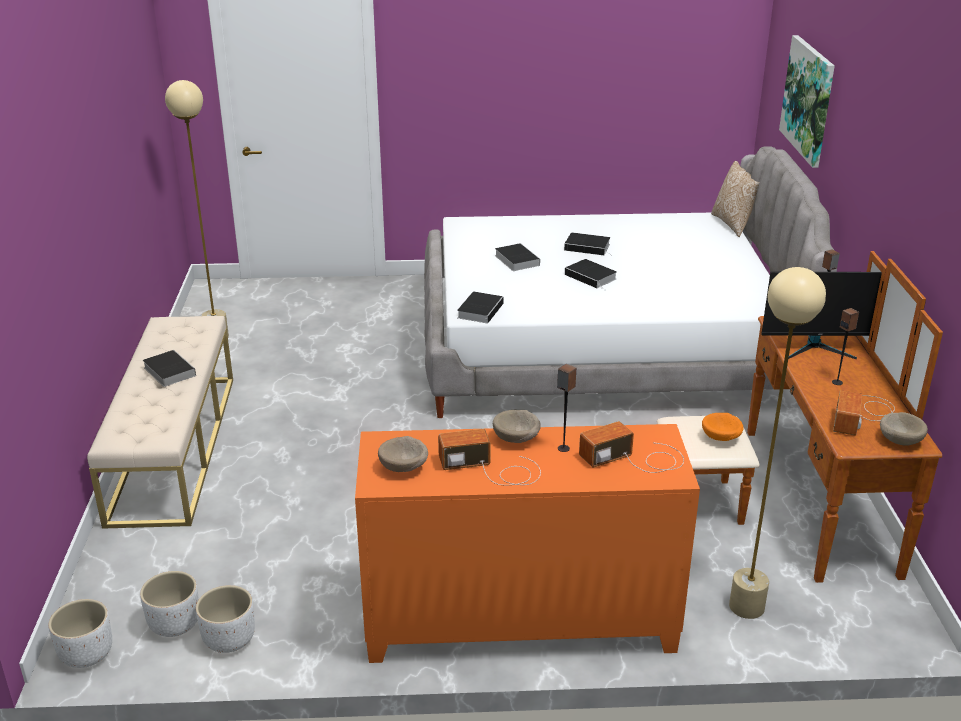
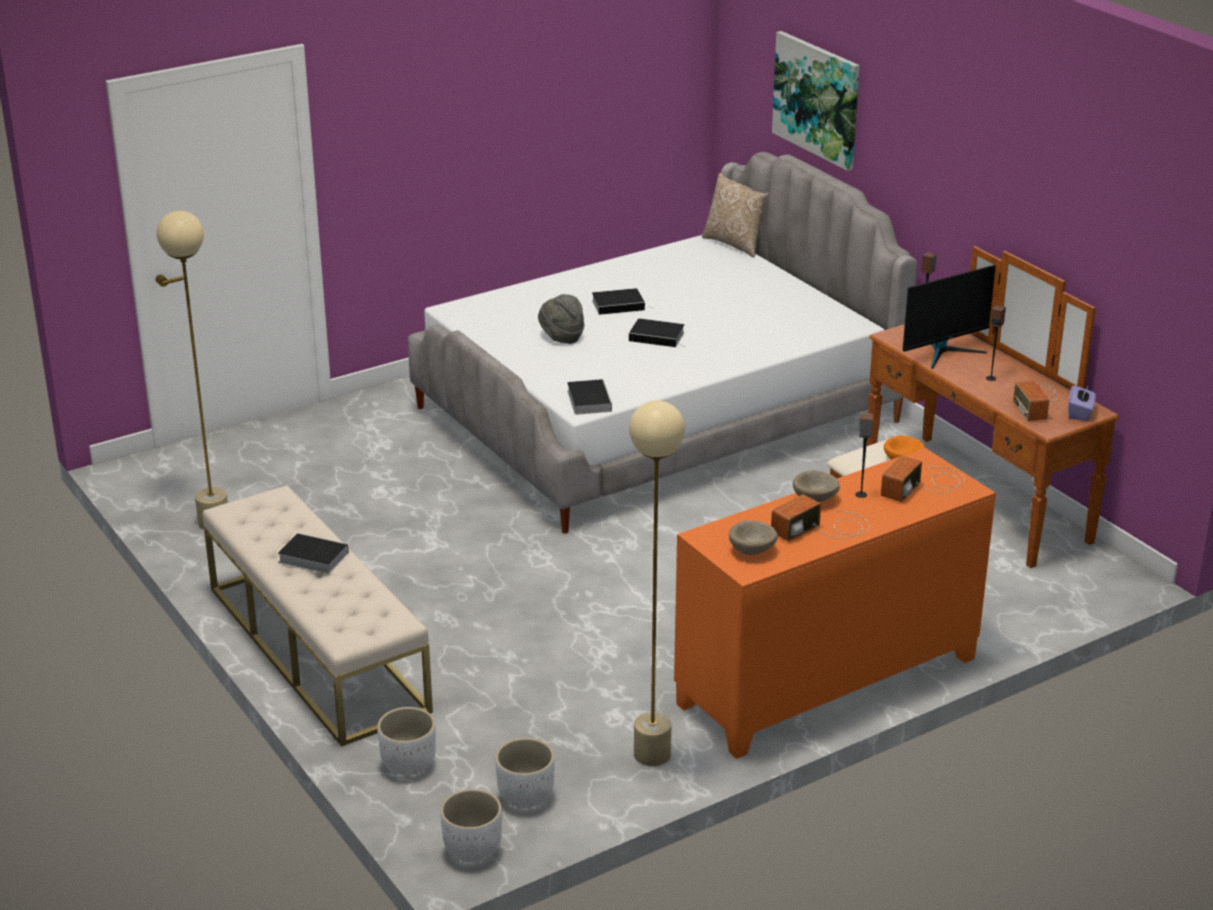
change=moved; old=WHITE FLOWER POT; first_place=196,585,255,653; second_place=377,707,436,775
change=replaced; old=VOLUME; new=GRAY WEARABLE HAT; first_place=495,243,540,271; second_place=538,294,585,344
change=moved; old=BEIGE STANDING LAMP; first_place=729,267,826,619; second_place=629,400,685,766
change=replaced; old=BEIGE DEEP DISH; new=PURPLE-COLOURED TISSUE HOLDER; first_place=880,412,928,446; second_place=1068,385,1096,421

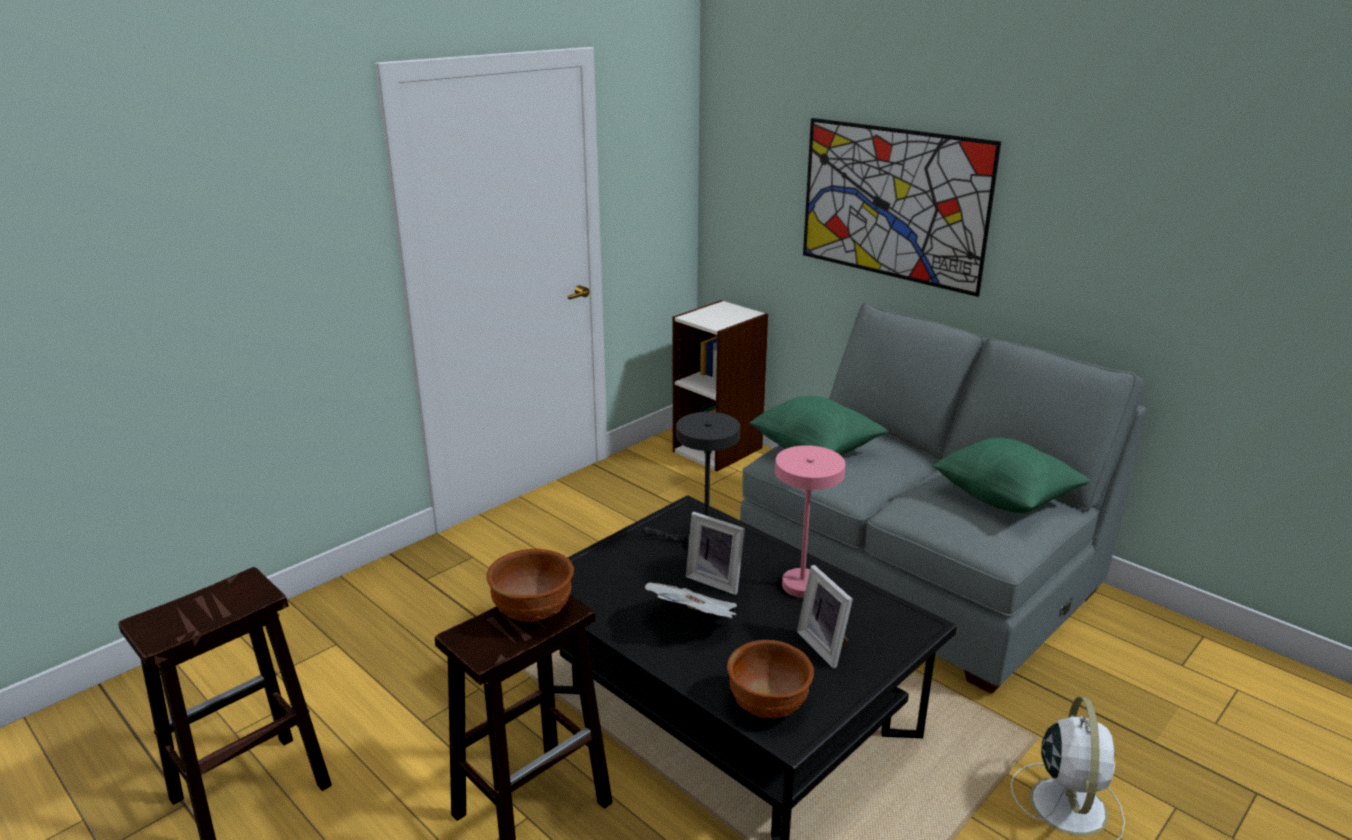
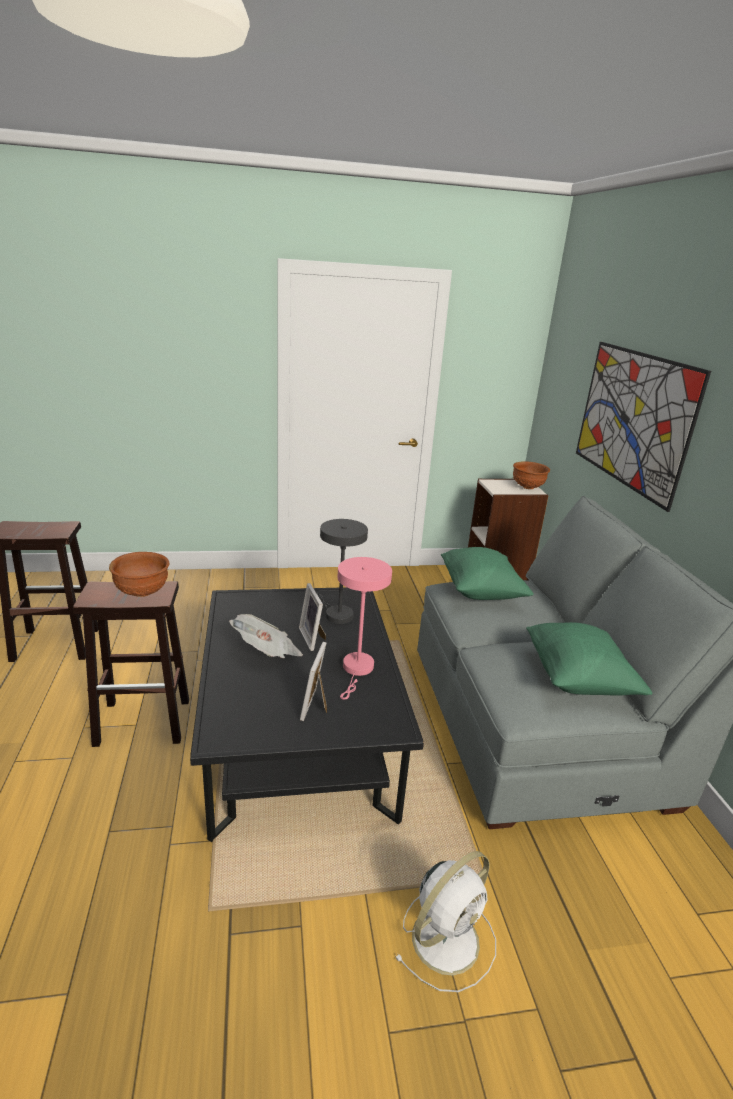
change=moved; old=BROWNISH DEEP DISH; first_place=727,640,814,719; second_place=513,461,550,489

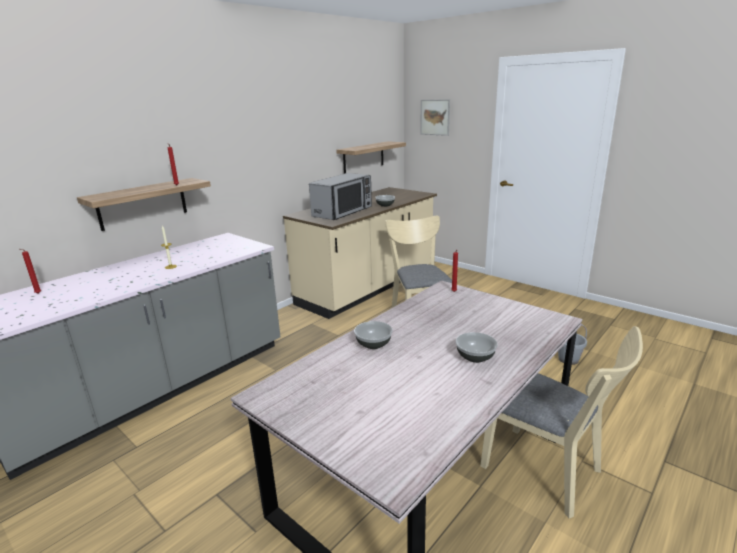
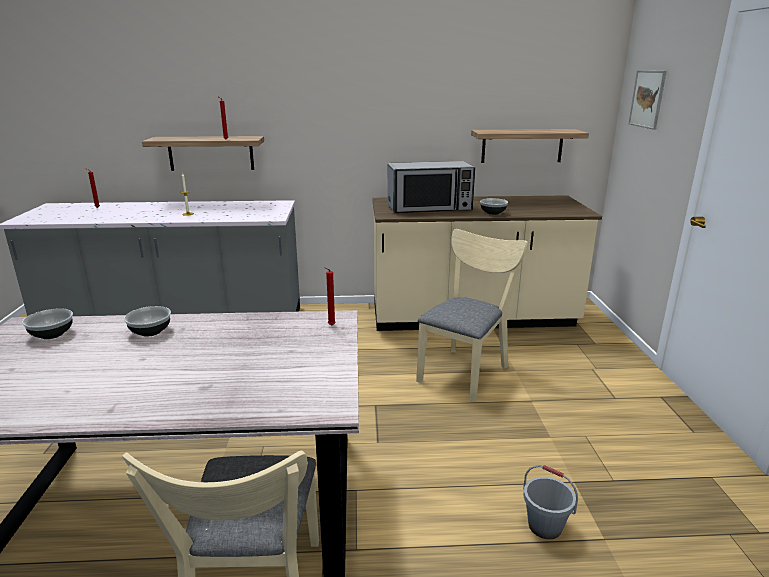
change=moved; old=DEEP DISH; first_place=456,332,498,363; second_place=22,308,73,339

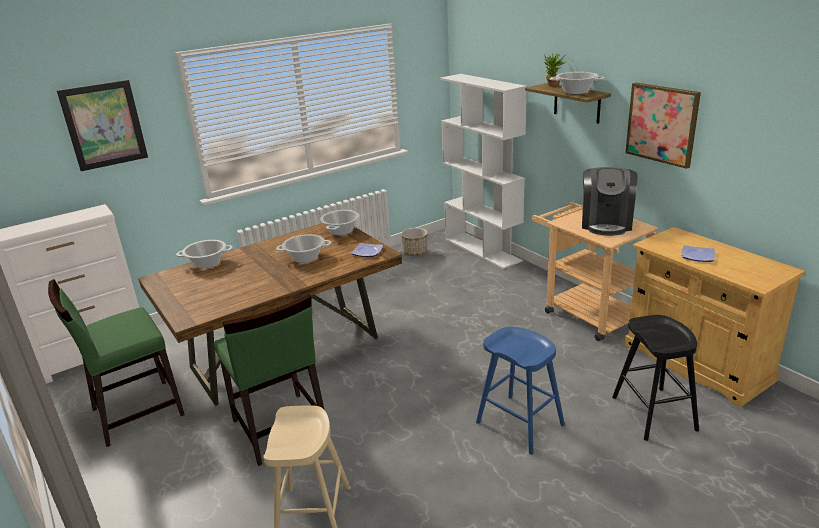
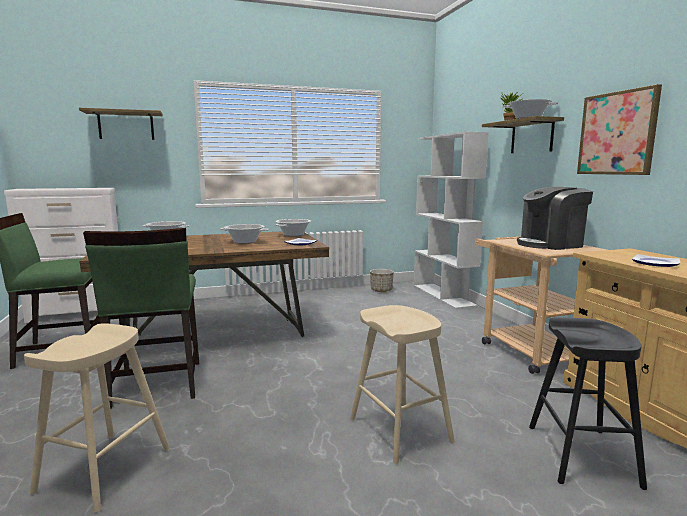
change=replaced; old=WALL PICTURE; new=BRACKET SHELF; first_place=57,80,148,171; second_place=79,108,163,140
change=recoloured; old=BLUISH SITTING STOOL; new=BEIGE SITTING STOOL; first_place=476,327,565,455; second_place=350,305,455,464
change=turned; old=COFFEE MAKER; first_place=582,167,638,236; second_place=517,187,593,250; degrees=45

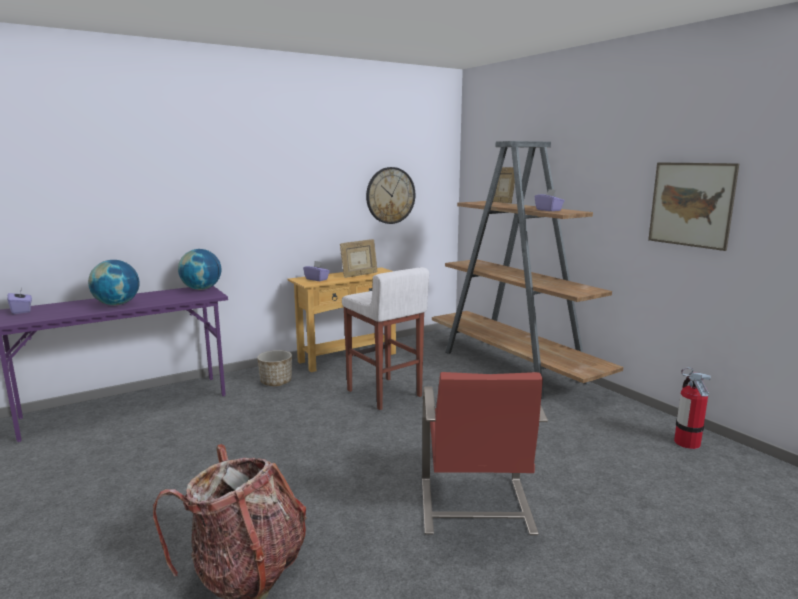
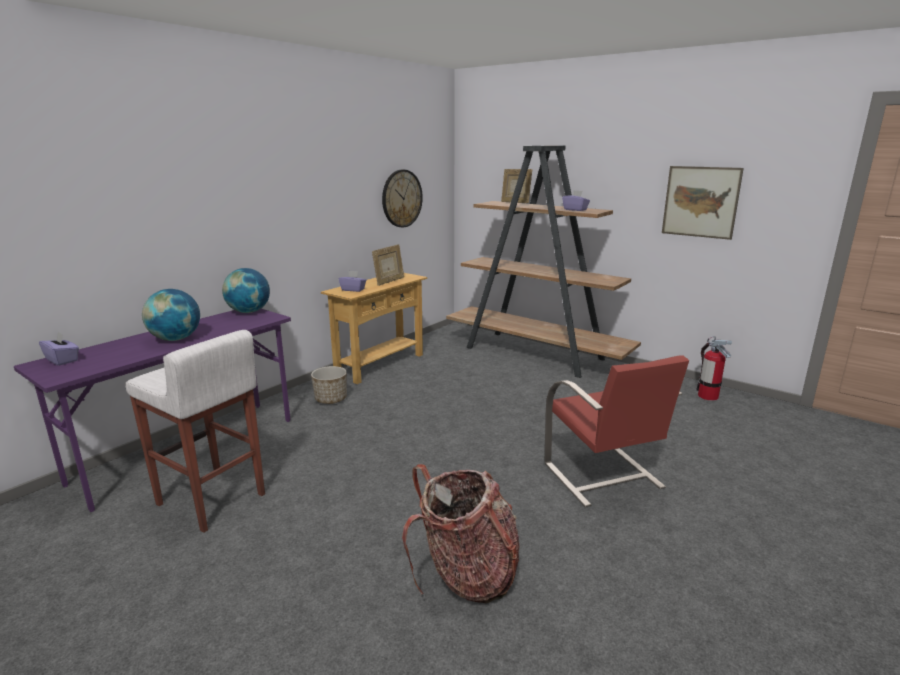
change=moved; old=WHITE SITTING STOOL; first_place=342,267,429,410; second_place=125,330,265,533

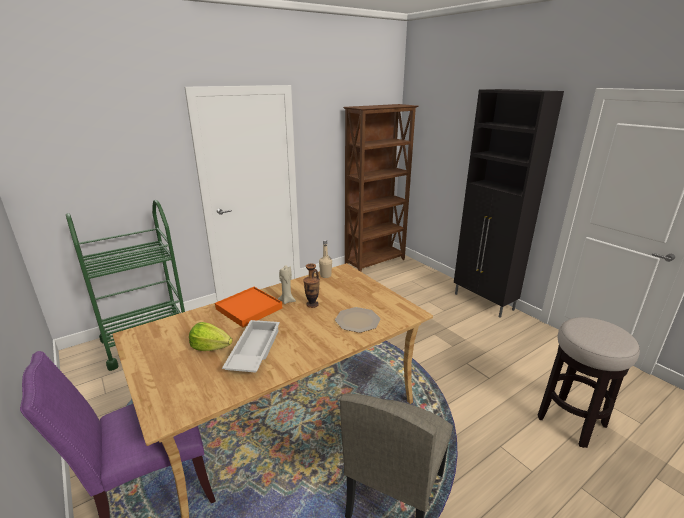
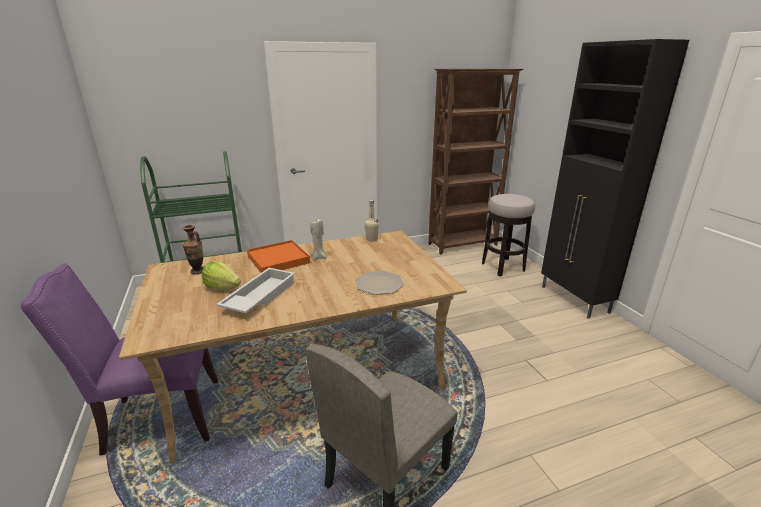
change=moved; old=DECORATIVE VASE; first_place=303,263,320,308; second_place=182,225,203,275
change=moved; old=SITTING STOOL; first_place=538,317,640,448; second_place=482,194,535,276

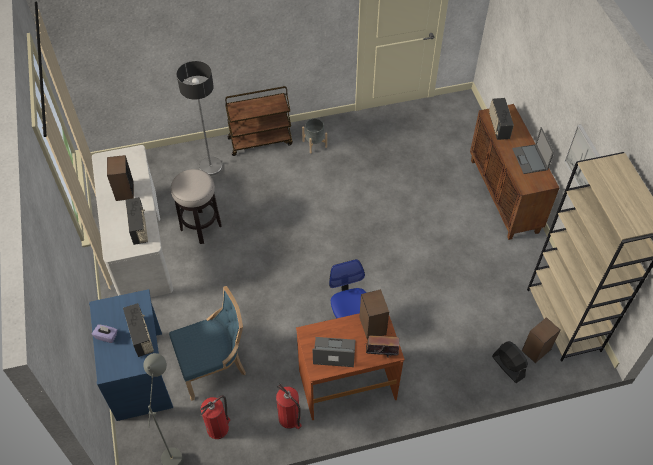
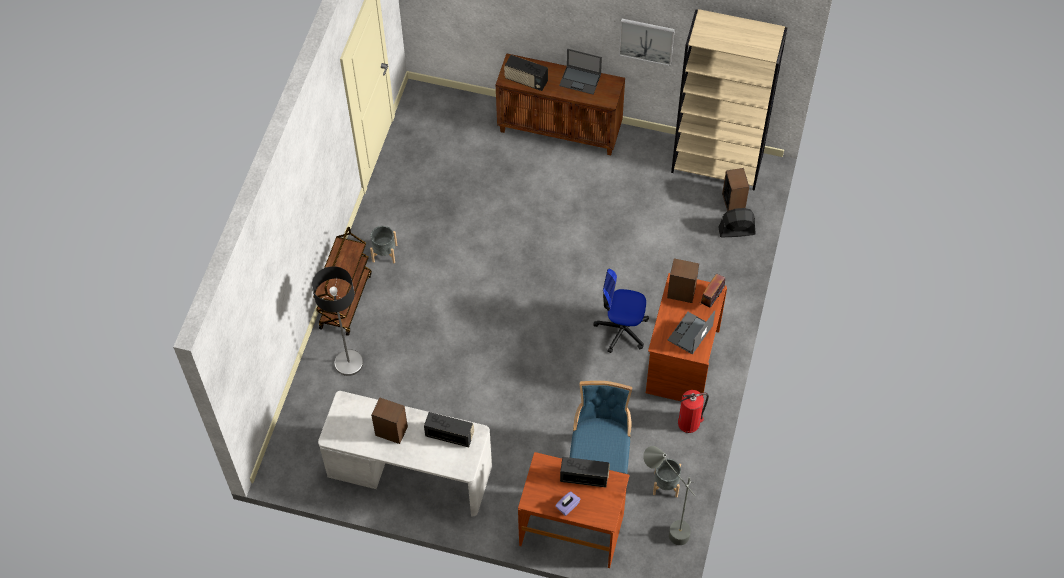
change=recoloured; old=BLUISH DESK UNIT; new=BROWNISH DESK UNIT; first_place=89,289,173,421; second_place=518,452,630,568
change=removed; old=SITTING STOOL; first_place=171,169,222,244
change=replaced; old=FIRE-FIGHTING CYLINDER; new=GRAY FLOWER POT; first_place=200,395,230,439; second_place=653,459,681,498

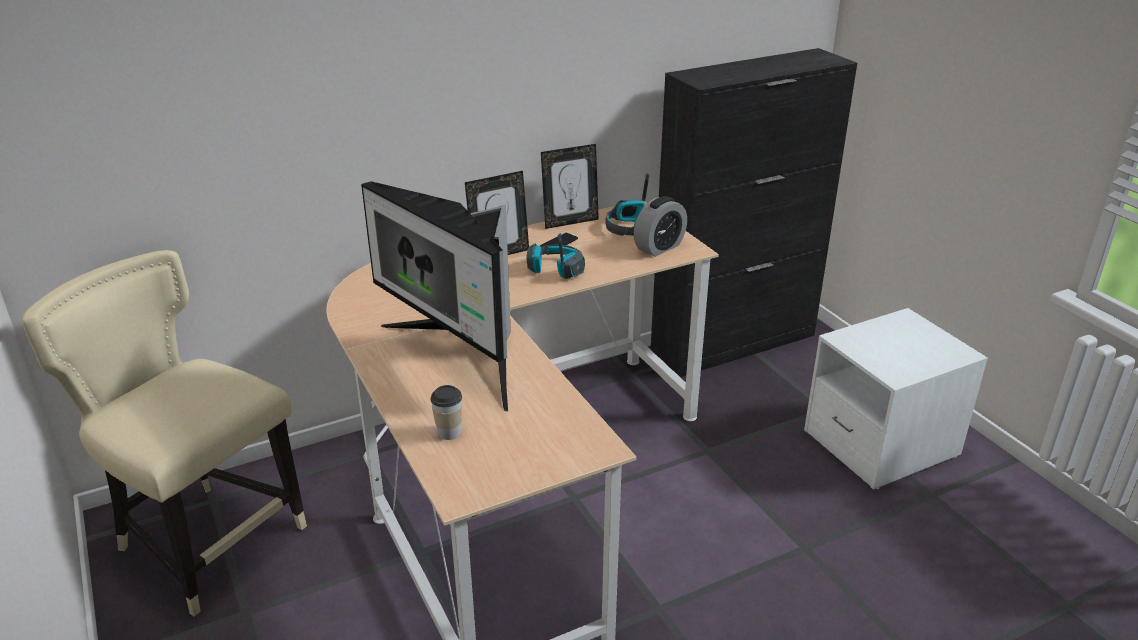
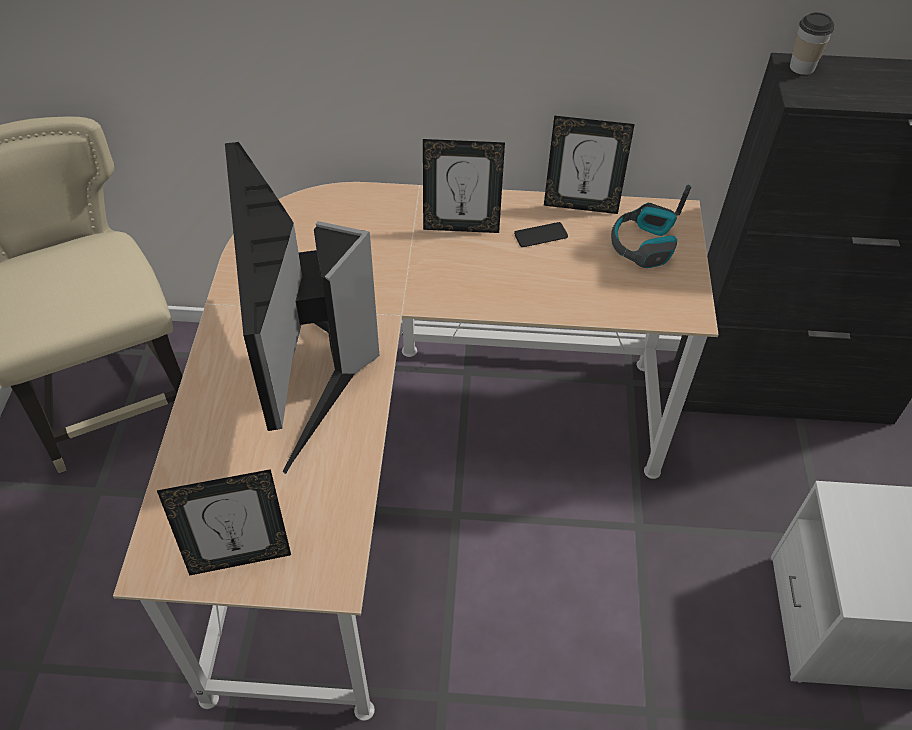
change=moved; old=DRINKING CUP; first_place=430,385,462,440; second_place=790,12,834,75
change=removed; old=PAIR OF HEADPHONES; first_place=526,233,585,279
change=removed; old=BEDSIDE CLOCK; first_place=634,196,687,257
change=added; new=STANDING FRAME; second_place=157,469,291,576

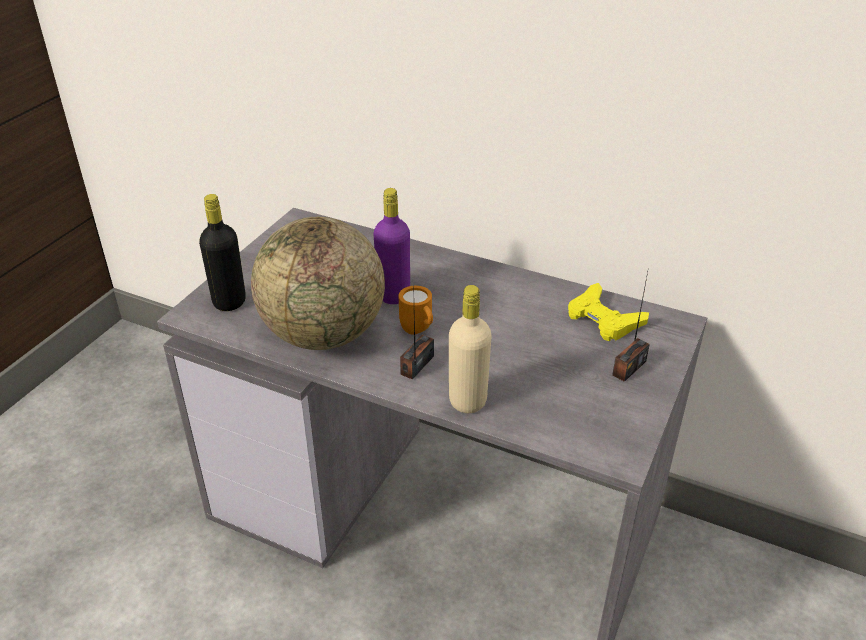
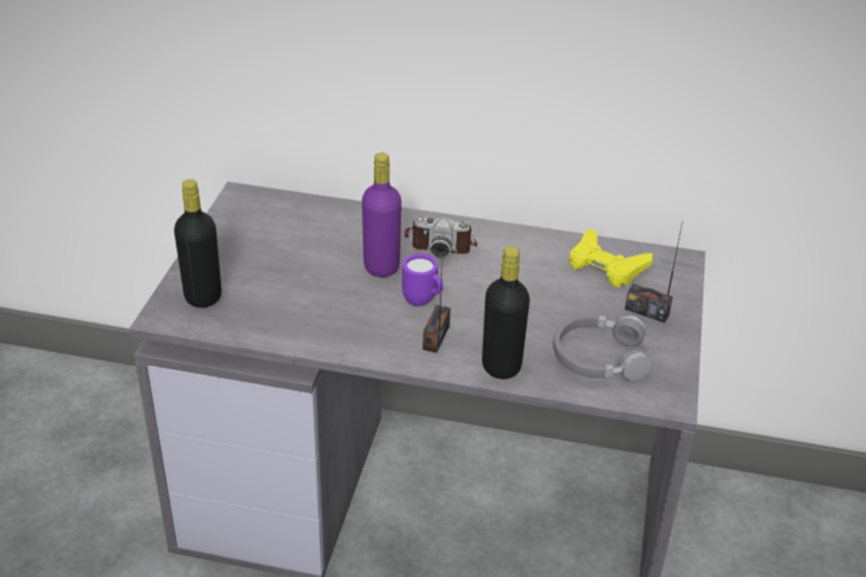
change=removed; old=WORLD GLOBE; first_place=251,217,385,350
change=recoloured; old=ORANGEY TEA MUG; new=PURPLE-COLOURED TEA MUG; first_place=399,286,433,334; second_place=402,254,443,306
change=recoloured; old=BEIGE BEVERAGE BOTTLE; new=BLACK BEVERAGE BOTTLE; first_place=449,285,492,413; second_place=482,246,530,379
change=turned; old=RADIO RECEIVER; first_place=612,272,650,382; second_place=625,220,683,323; degrees=90
change=added; new=STILL CAMERA; second_place=404,216,477,258
change=added; new=GRAY PAIR OF HEADPHONES; second_place=553,315,652,381

